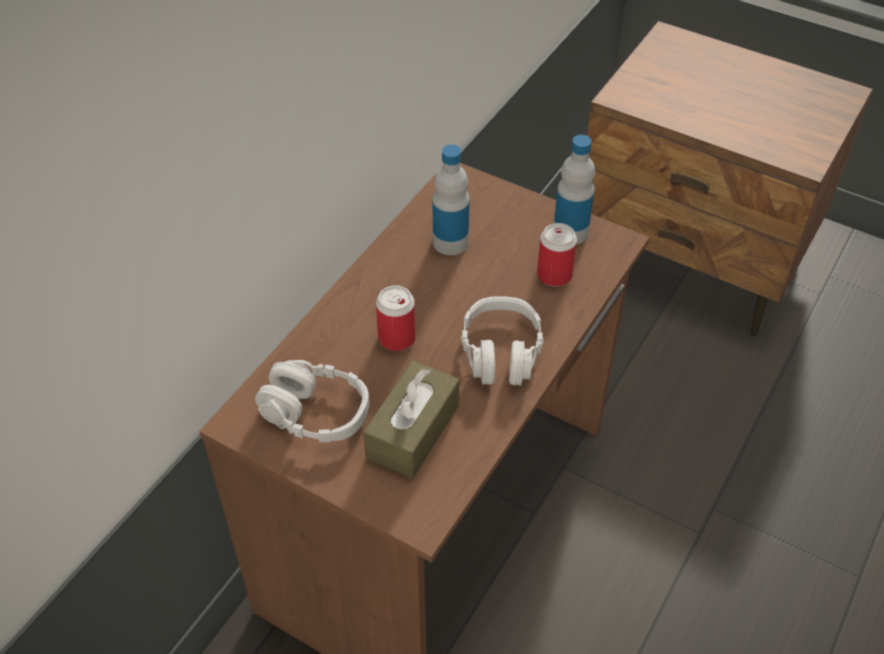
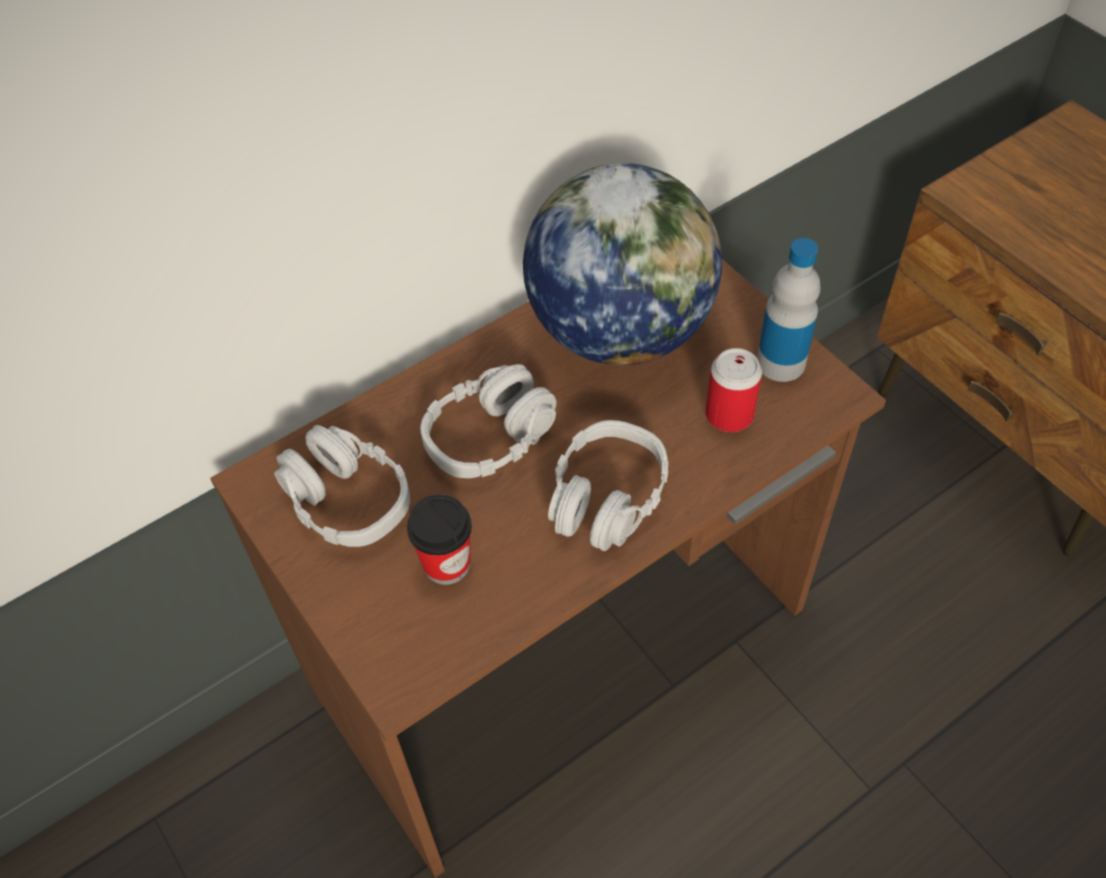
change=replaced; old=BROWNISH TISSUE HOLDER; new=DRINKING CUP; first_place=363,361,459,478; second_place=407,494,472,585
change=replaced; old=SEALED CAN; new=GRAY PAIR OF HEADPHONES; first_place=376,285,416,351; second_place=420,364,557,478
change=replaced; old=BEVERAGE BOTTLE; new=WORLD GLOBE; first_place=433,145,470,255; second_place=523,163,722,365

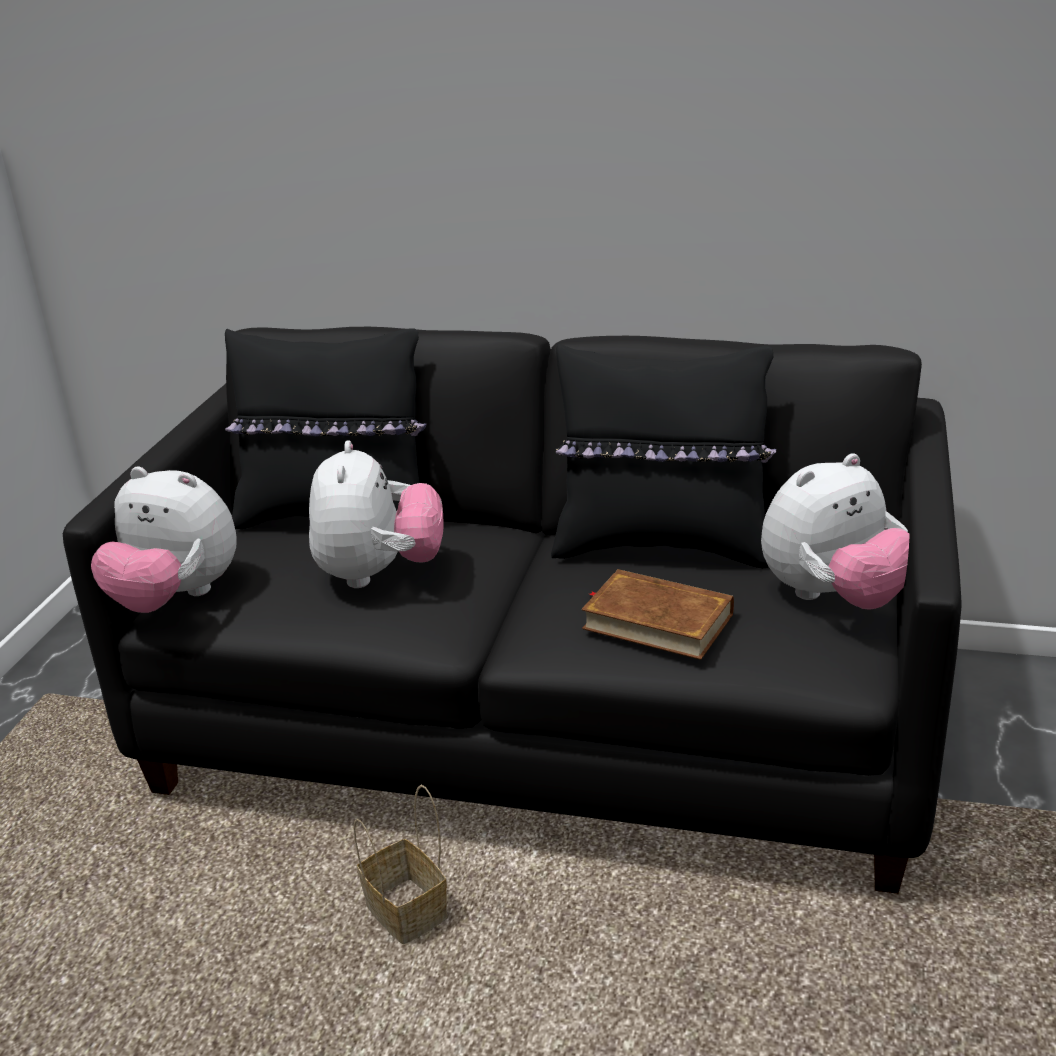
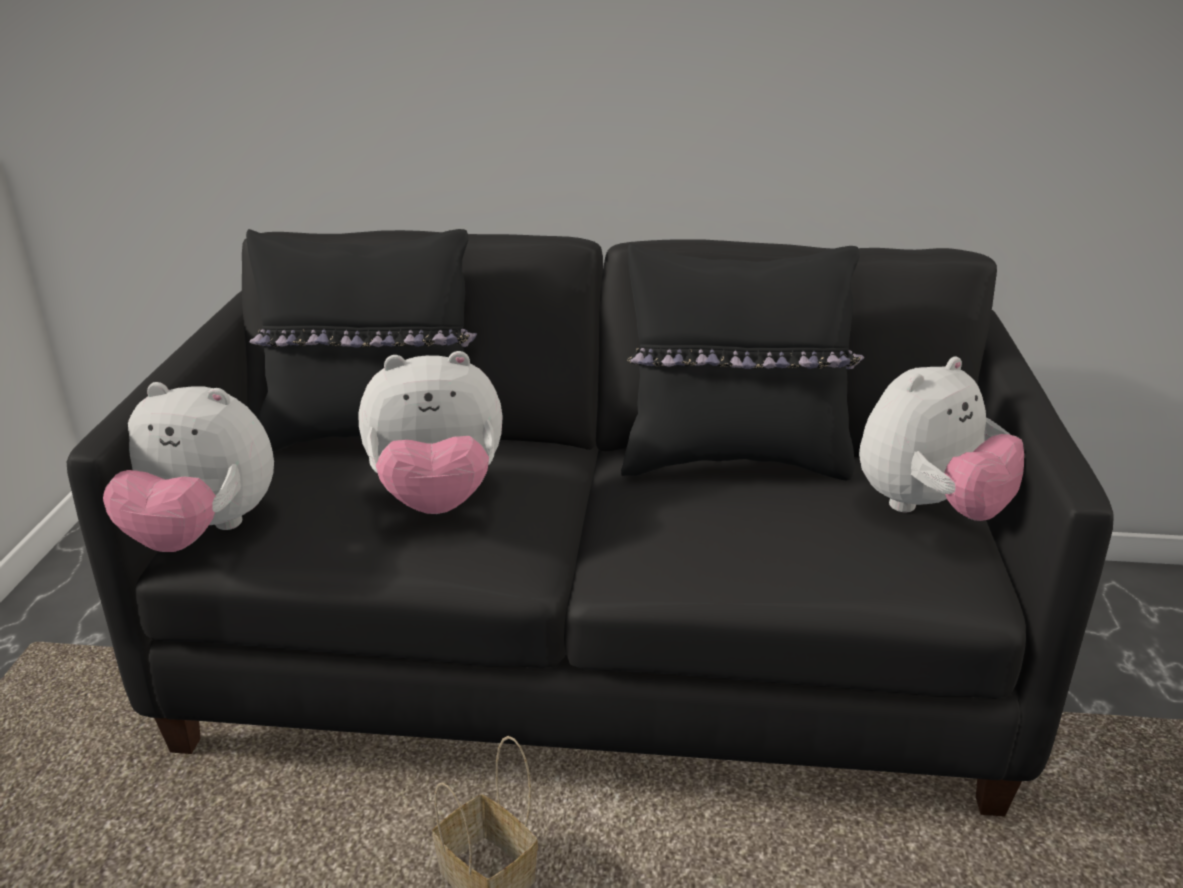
change=turned; old=CUDDLY TOY; first_place=309,440,444,588; second_place=359,351,503,514; degrees=90
change=removed; old=BROWNISH VOLUME; first_place=581,569,734,660

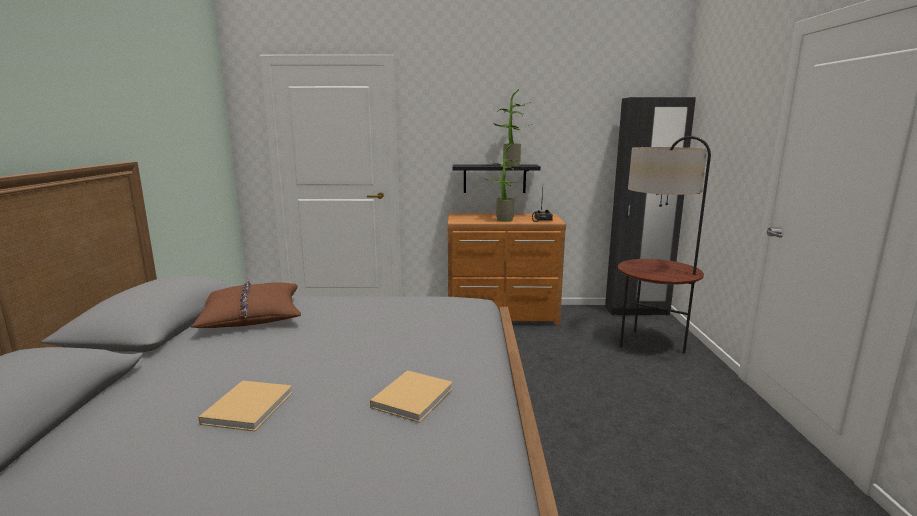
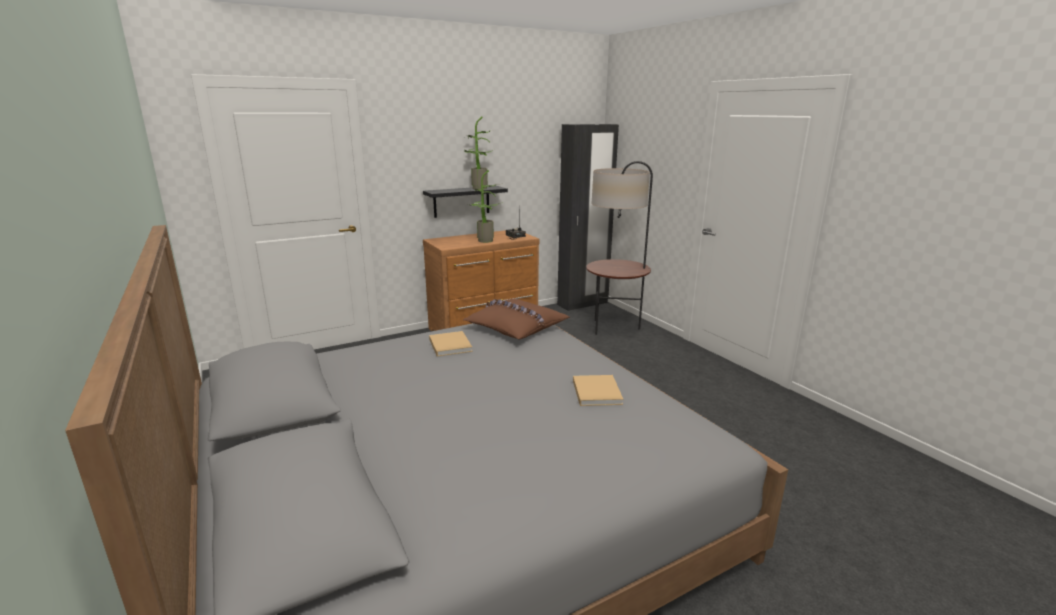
change=moved; old=BROWNISH CUSHION; first_place=191,278,301,328; second_place=463,299,570,340
change=moved; old=BEIGE VOLUME; first_place=199,381,293,431; second_place=429,331,472,356

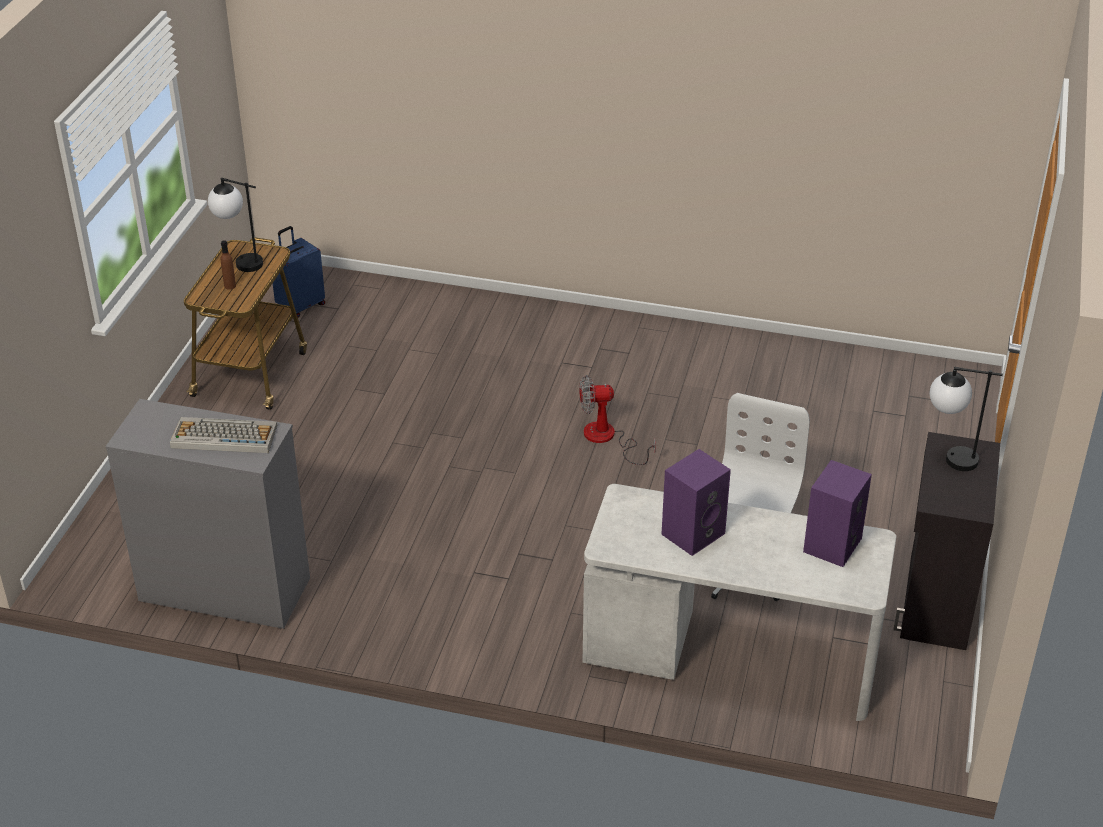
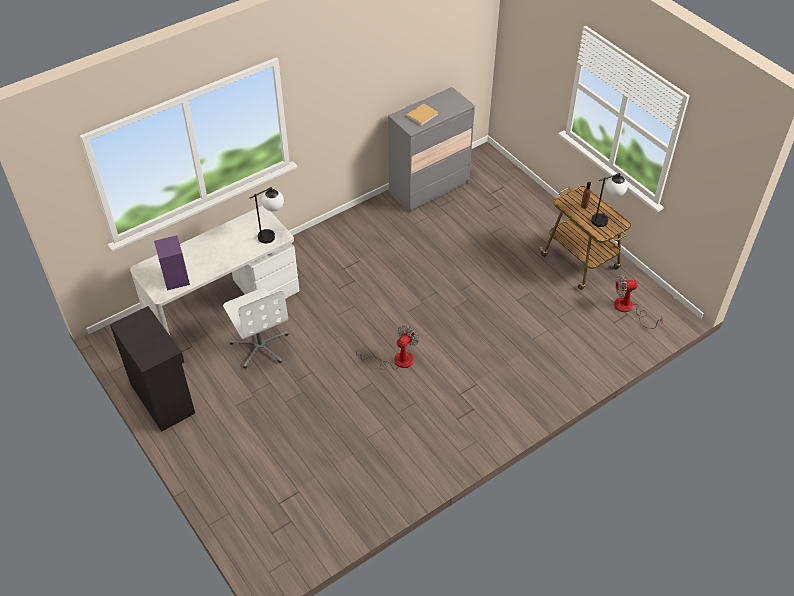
change=replaced; old=COMPUTER KEYBOARD; new=BEIGE VOLUME; first_place=170,417,277,453; second_place=407,104,438,126
change=replaced; old=BLUISH TRAVEL CASE; new=ELECTRIC FAN; first_place=273,226,325,318; second_place=614,274,663,329
change=removed; old=PURPLE-COLOURED SPEAKER; first_place=661,449,731,556
change=moved; old=LAMP FOR A TABLE; first_place=930,367,1003,471; second_place=250,187,284,244

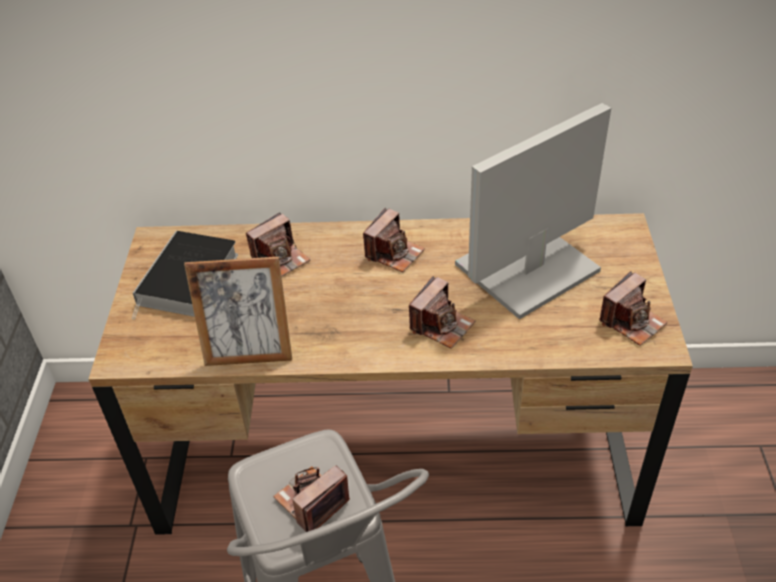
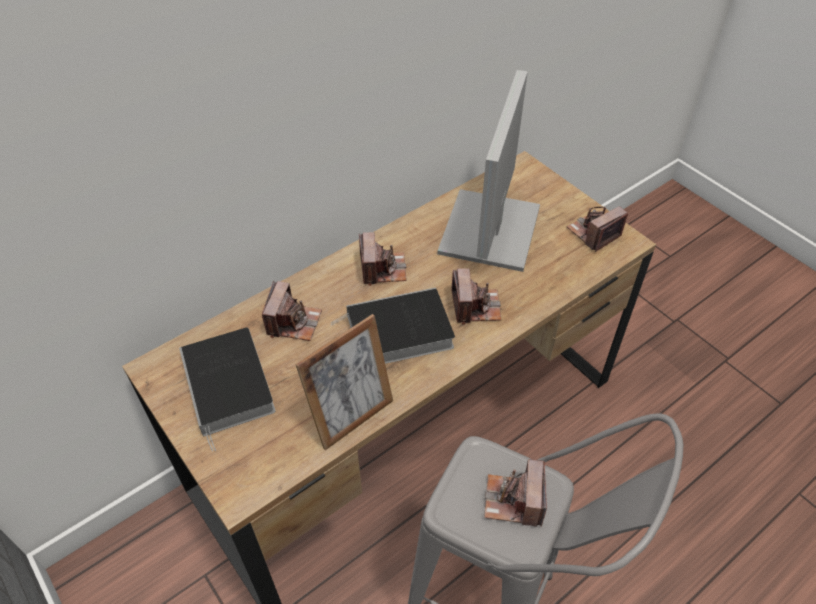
change=turned; old=STILL CAMERA; first_place=599,271,668,346; second_place=566,206,628,252; degrees=-135
change=added; new=VOLUME; second_place=331,287,455,364

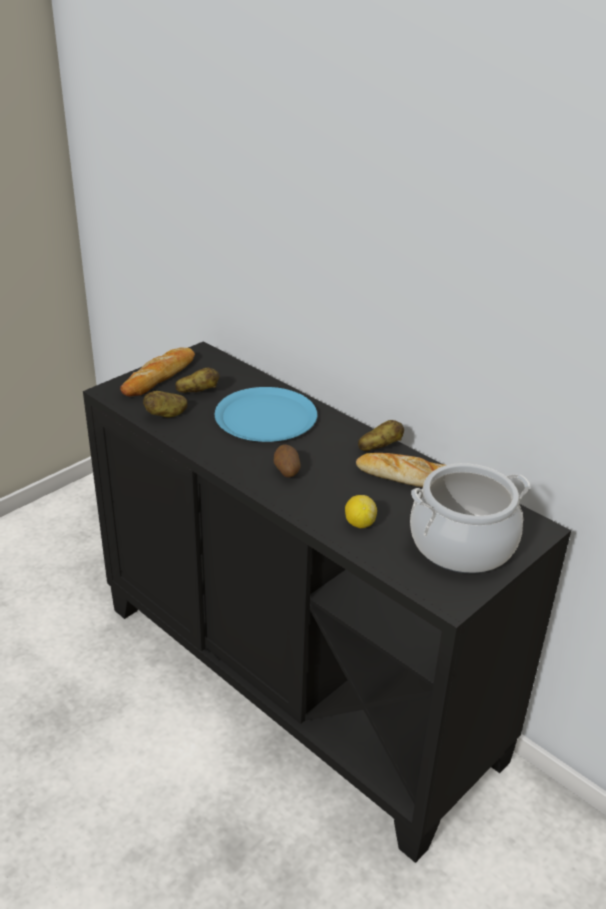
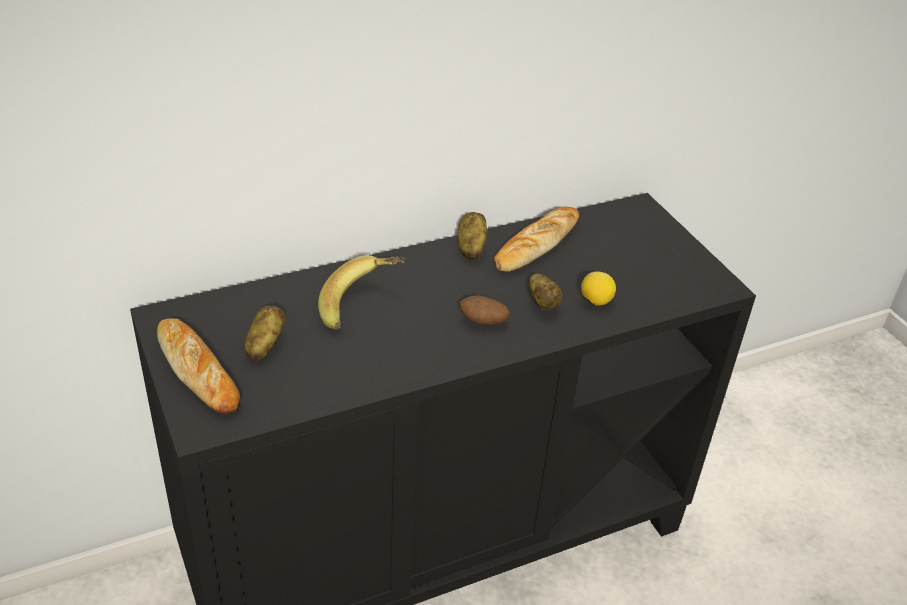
change=moved; old=SPUD; first_place=143,391,188,417; second_place=529,274,562,310
change=replaced; old=BLUISH PLATE; new=BANANA FRUIT; first_place=215,387,317,442; second_place=318,255,405,329
change=removed; old=STOCKPOT; first_place=410,463,531,574

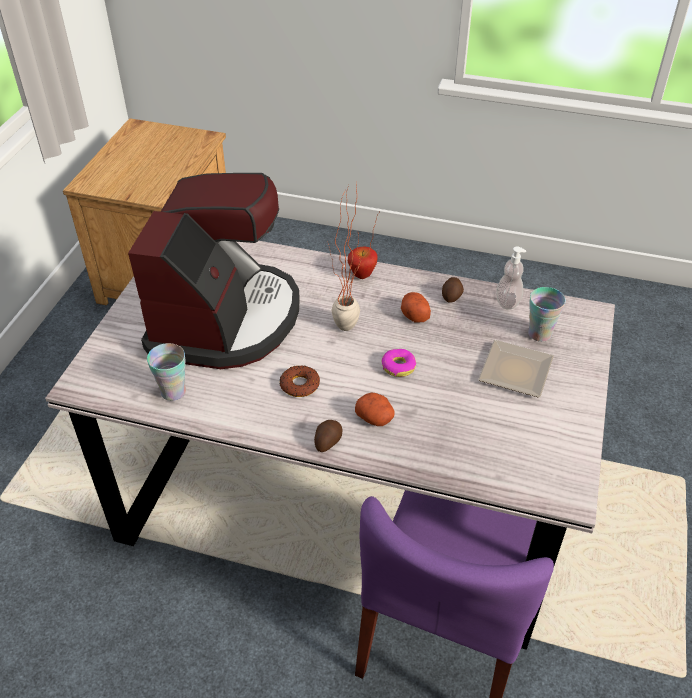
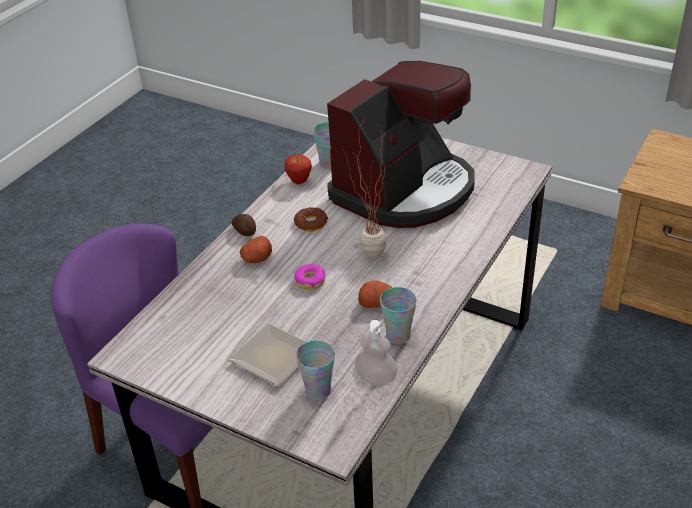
change=turned; old=COFFEE MAKER; first_place=128,173,299,369; second_place=327,61,475,228; degrees=-75
change=moved; old=APPLE; first_place=348,247,378,279; second_place=285,154,312,184
change=replaced; old=SPUD; new=DRINKING CUP; first_place=442,277,464,303; second_place=380,287,417,344

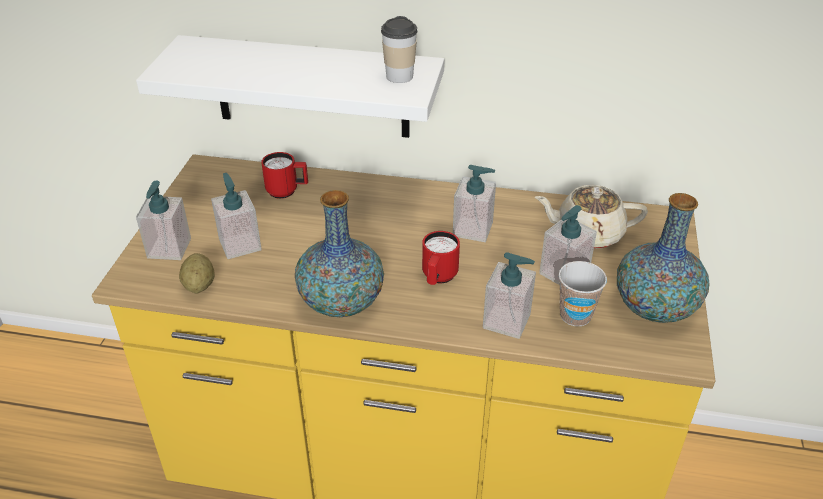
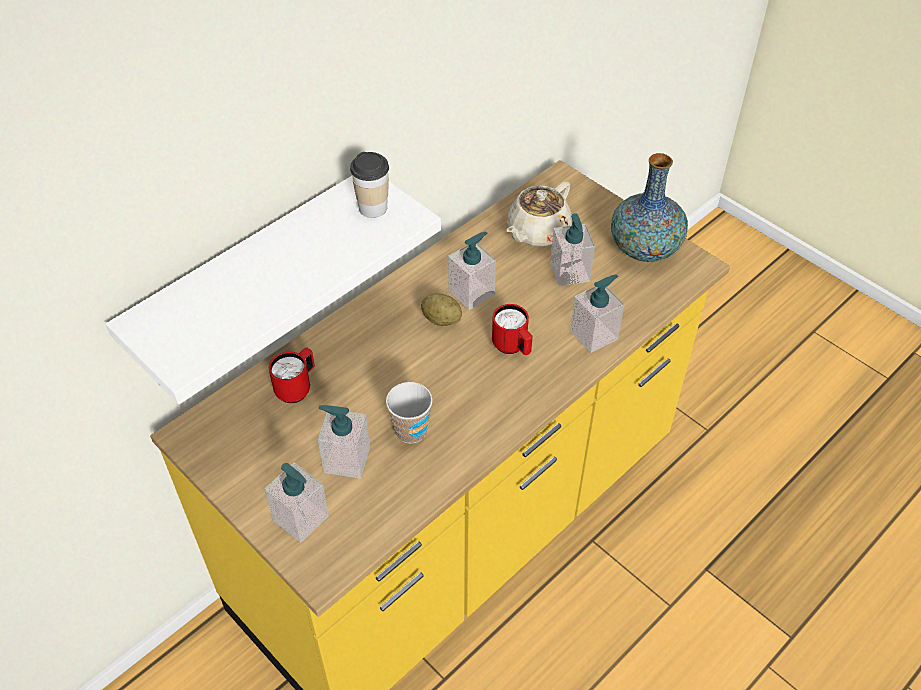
change=moved; old=SPUD; first_place=179,253,215,294; second_place=421,294,462,326
change=removed; old=DECORATIVE VASE; first_place=295,190,384,317
change=moved; old=DRINKING CUP; first_place=559,261,607,326; second_place=386,382,432,444

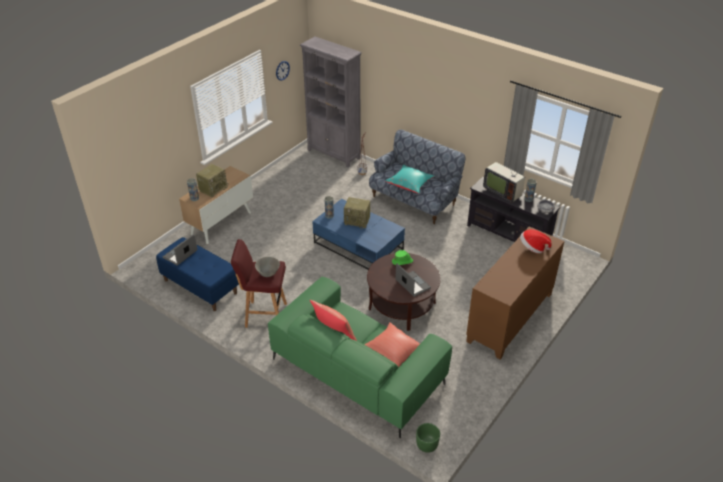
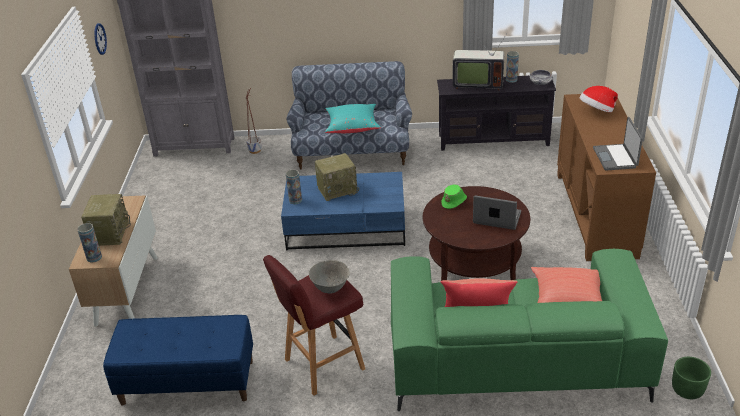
change=moved; old=LAPTOP; first_place=163,234,197,266; second_place=593,117,643,171

